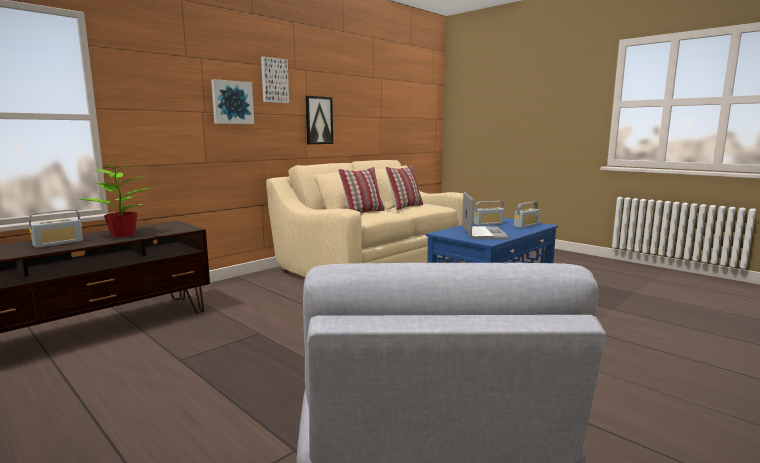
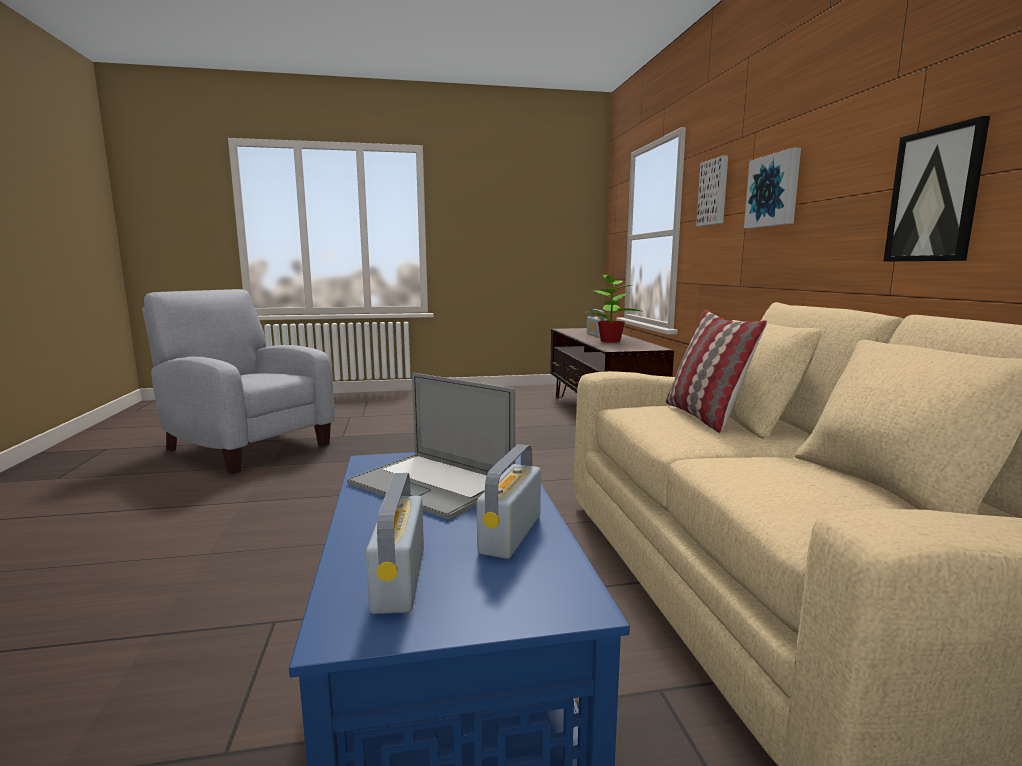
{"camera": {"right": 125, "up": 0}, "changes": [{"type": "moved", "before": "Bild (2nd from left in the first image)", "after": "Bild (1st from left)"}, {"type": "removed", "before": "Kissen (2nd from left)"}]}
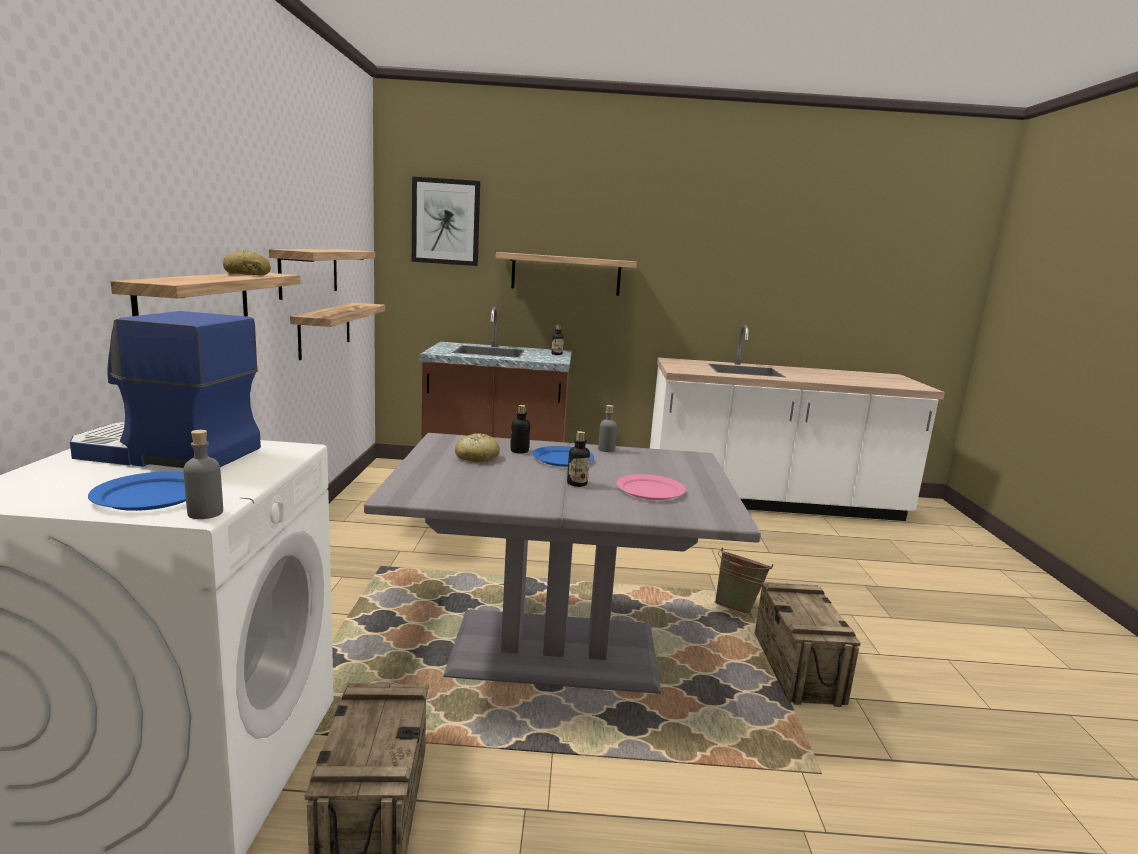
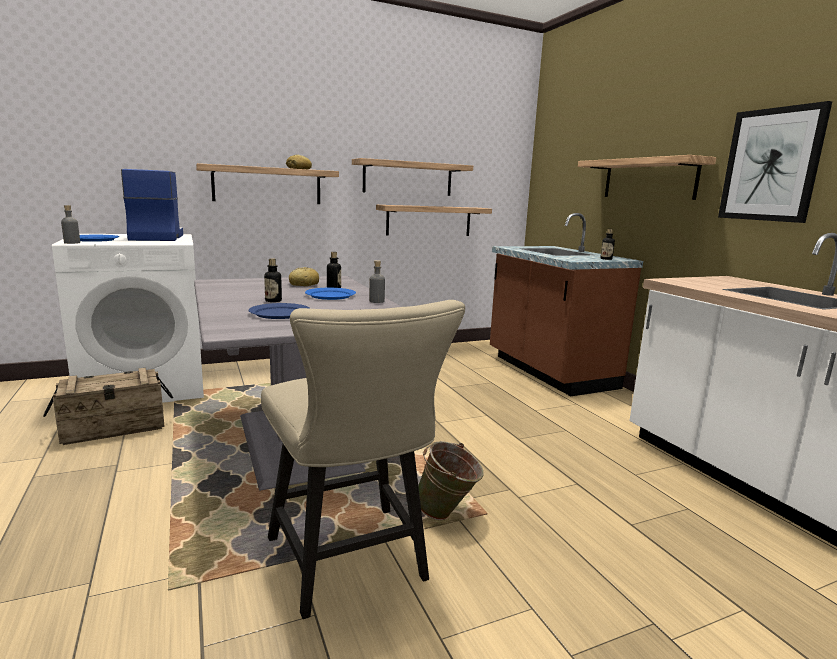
{"camera": {"right": 65, "up": 0}, "changes": [{"type": "recoloured", "before": "Teller (rosa)", "after": "Teller (blau) (2nd from left)"}, {"type": "replaced", "before": "Kiste (2nd from left)", "after": "Stuhl (beige)"}, {"type": "moved", "before": "Bild"}]}
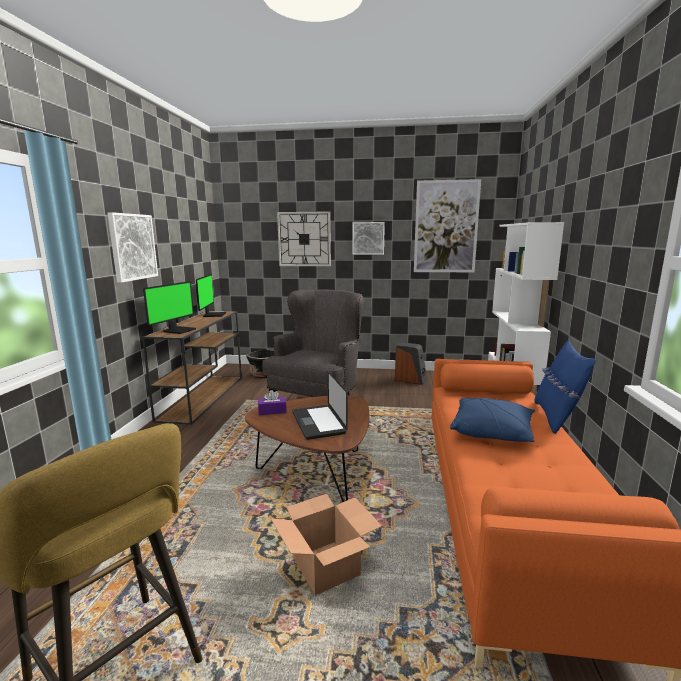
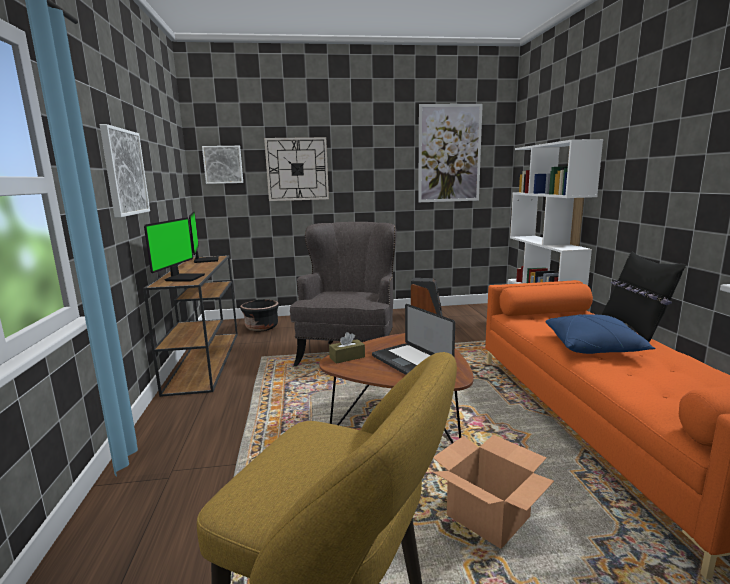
{"camera": {"right": -15, "up": 0}, "changes": [{"type": "moved", "before": "Bild (2nd from left)"}, {"type": "recoloured", "before": "Taschentuchbox (lila)", "after": "Taschentuchbox (braun)"}, {"type": "recoloured", "before": "Kissen (blau) (2nd from left)", "after": "Kissen (schwarz)"}]}
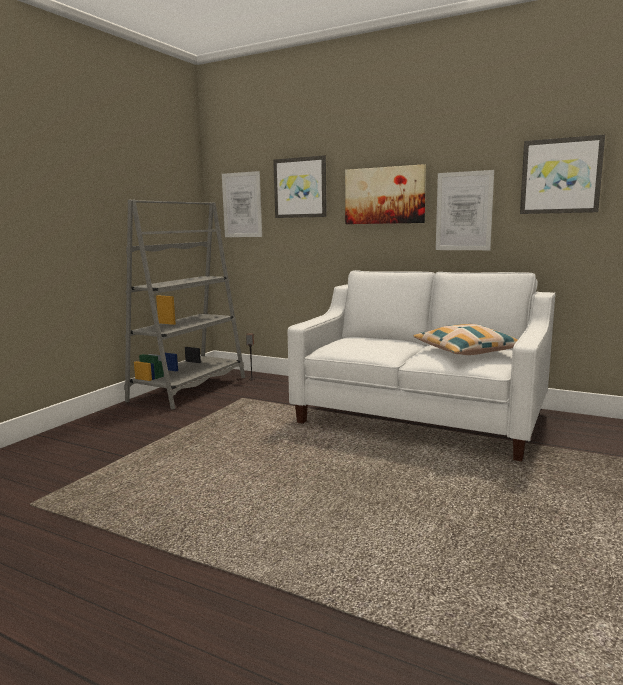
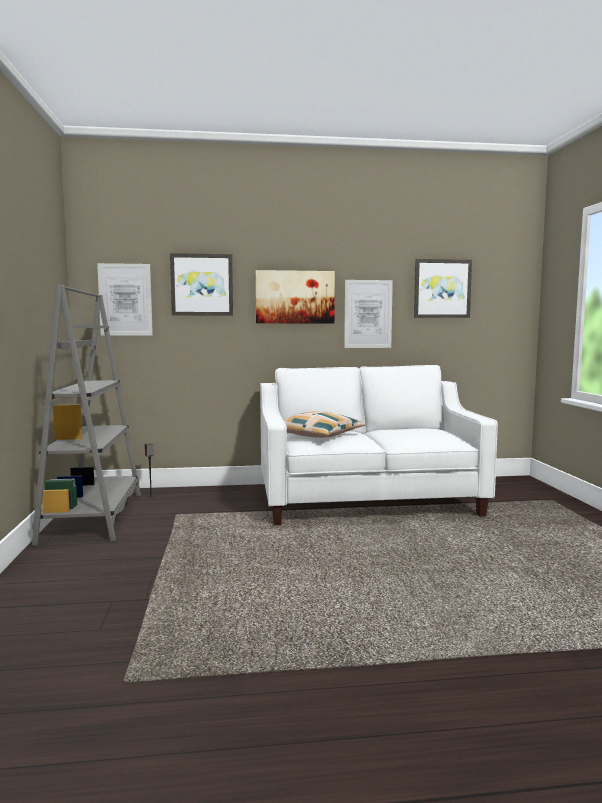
{"camera": {"right": -35, "up": -5}, "changes": [{"type": "moved", "before": "Kissen"}]}
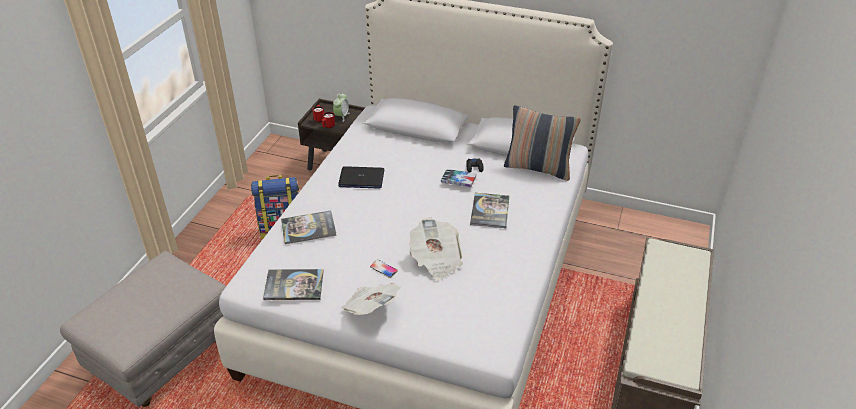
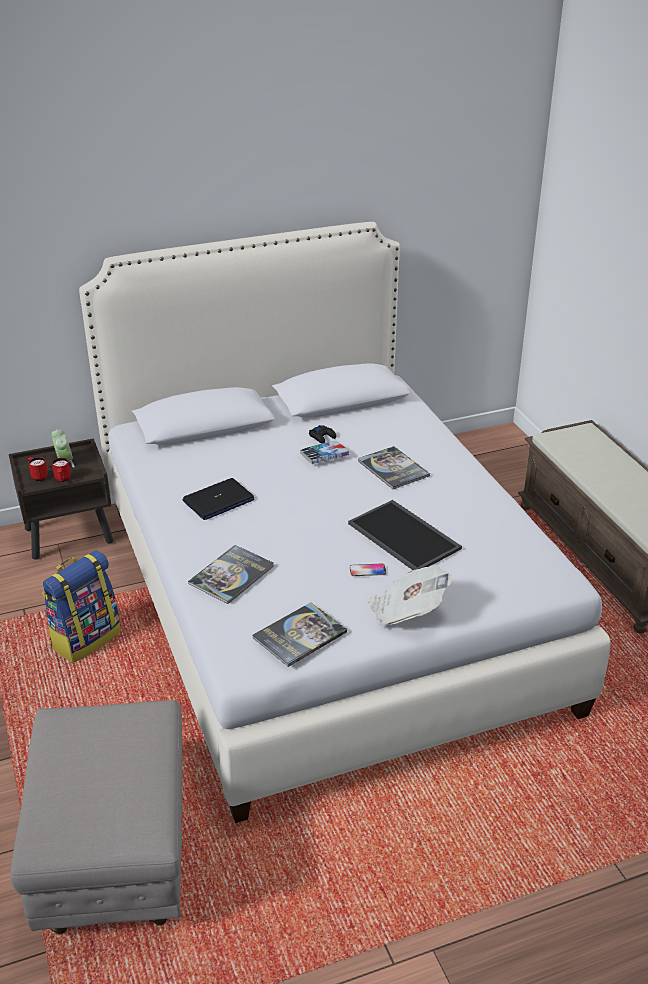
{"camera": {"right": -40, "up": -5}, "changes": [{"type": "replaced", "before": "Zeitung (2nd from left)", "after": "Tablett"}, {"type": "removed", "before": "Kissen"}]}
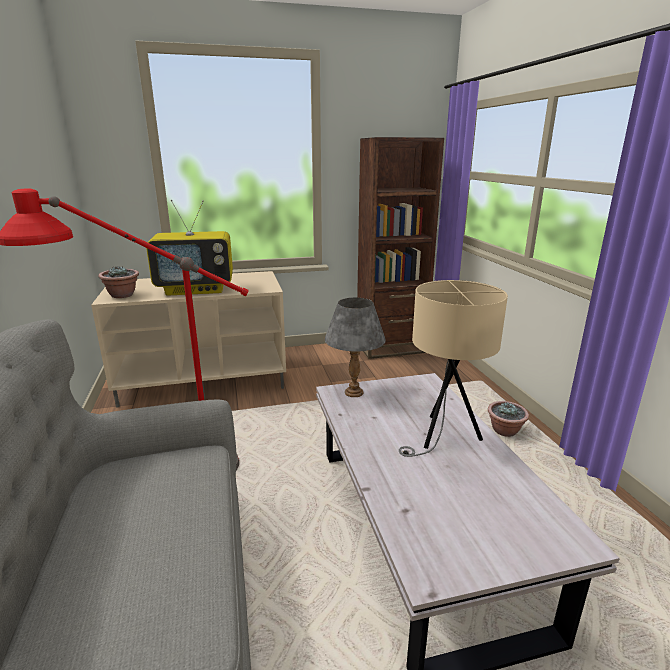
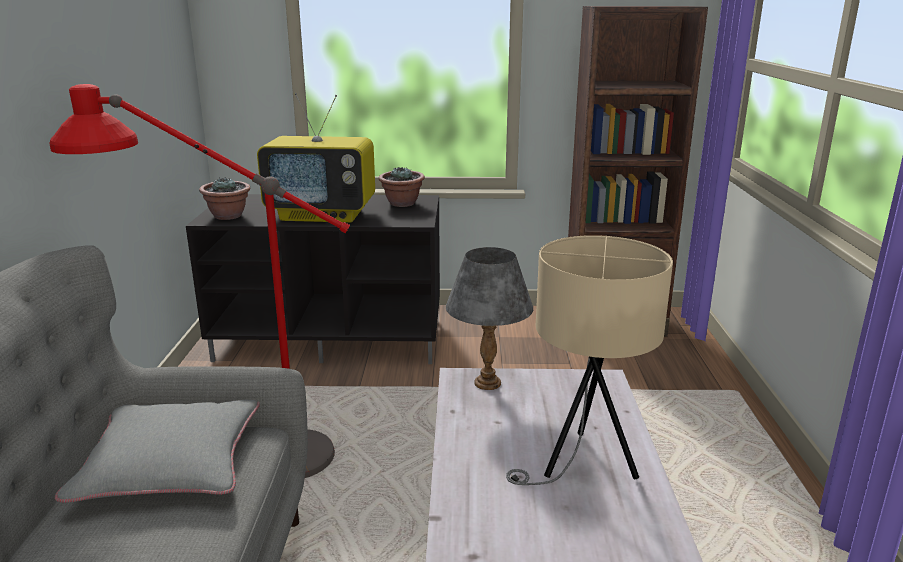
{"camera": {"right": 15, "up": 0}, "changes": [{"type": "added", "after": "Kissen (grau)"}, {"type": "recoloured", "before": "Fernsehschrank (beige)", "after": "Fernsehschrank (schwarz)"}, {"type": "moved", "before": "Topfpflanze (2nd from left)"}]}
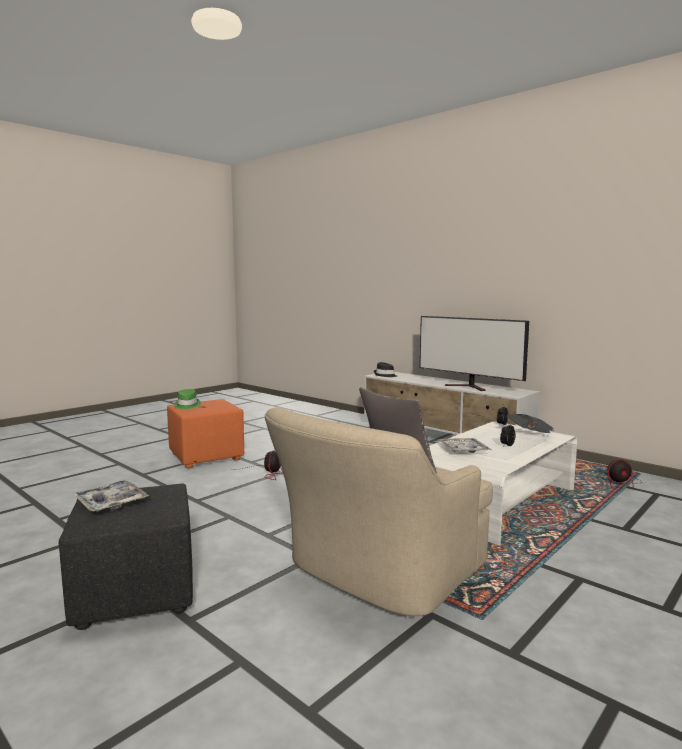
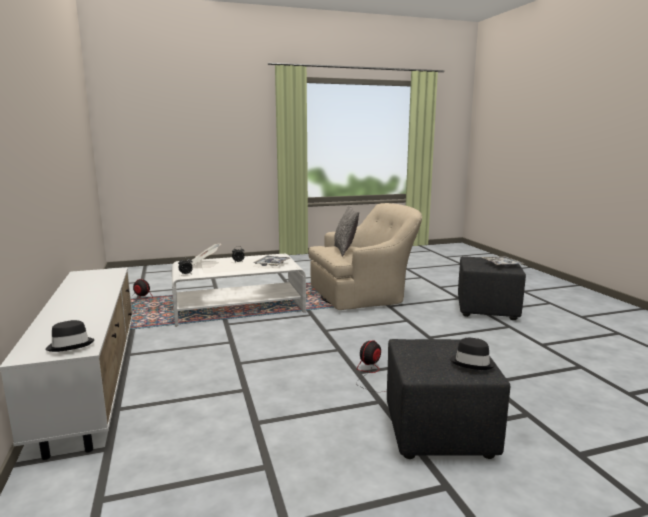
{"camera": {"right": -150, "up": 5}, "changes": [{"type": "recoloured", "before": "Polsterhocker (orange)", "after": "Polsterhocker (schwarz) (1st from left)"}, {"type": "recoloured", "before": "Hut (grün)", "after": "Hut (schwarz) (2nd from left)"}, {"type": "removed", "before": "Fernseher"}]}
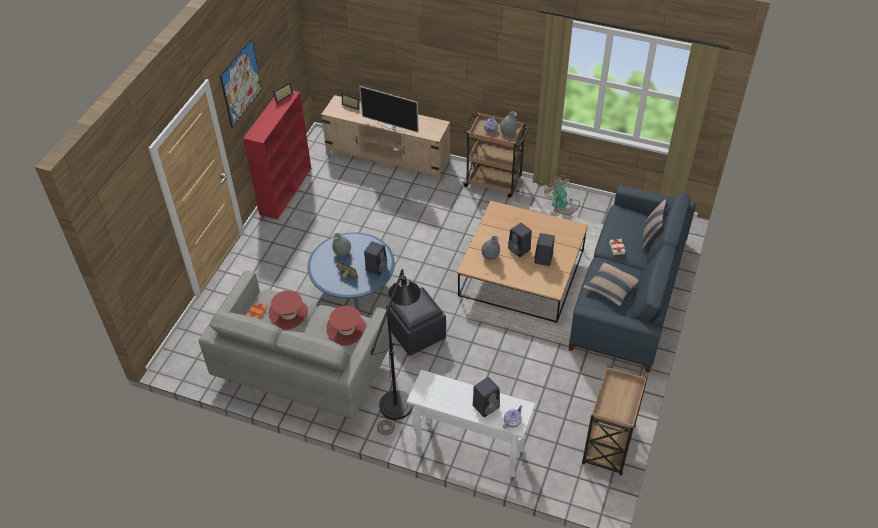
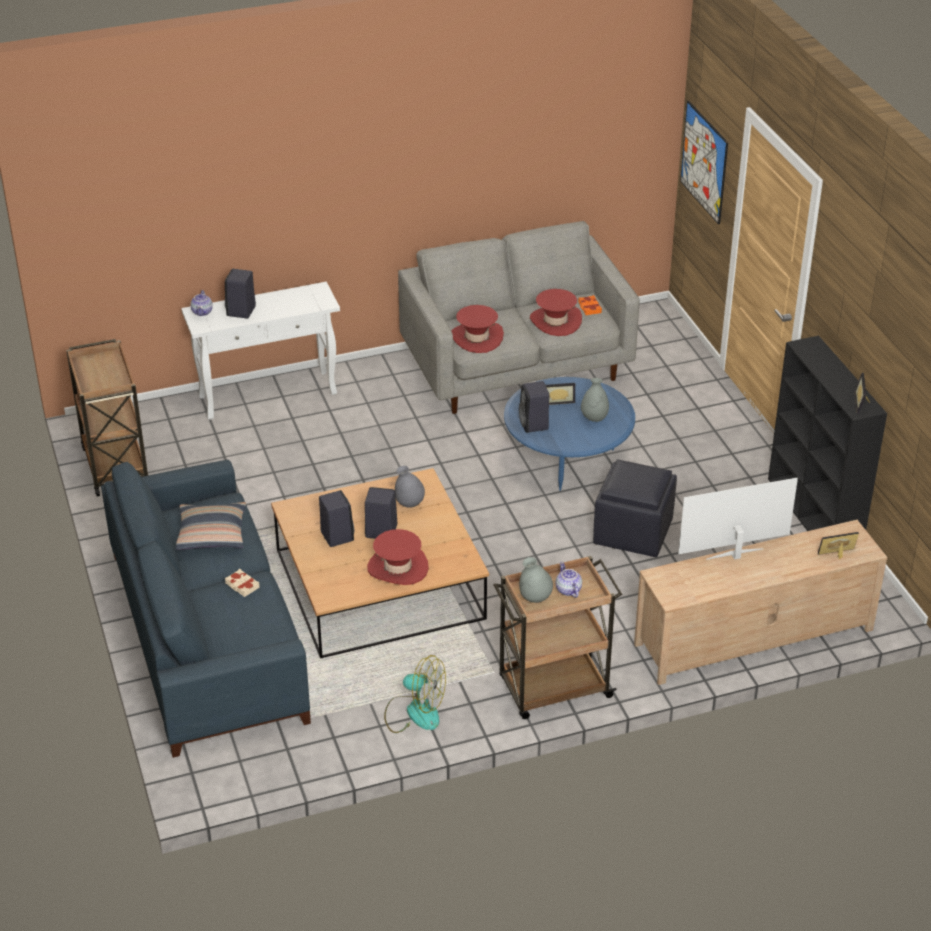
{"camera": {"right": 140, "up": -10}, "changes": [{"type": "added", "after": "Hut (rot) (1st from left)"}, {"type": "moved", "before": "Polsterhocker (schwarz)"}, {"type": "moved", "before": "Bild"}, {"type": "recoloured", "before": "Bücherregal (rot)", "after": "Bücherregal (schwarz)"}, {"type": "removed", "before": "Stehlampe (schwarz)"}, {"type": "removed", "before": "Kissen (2nd from left)"}]}
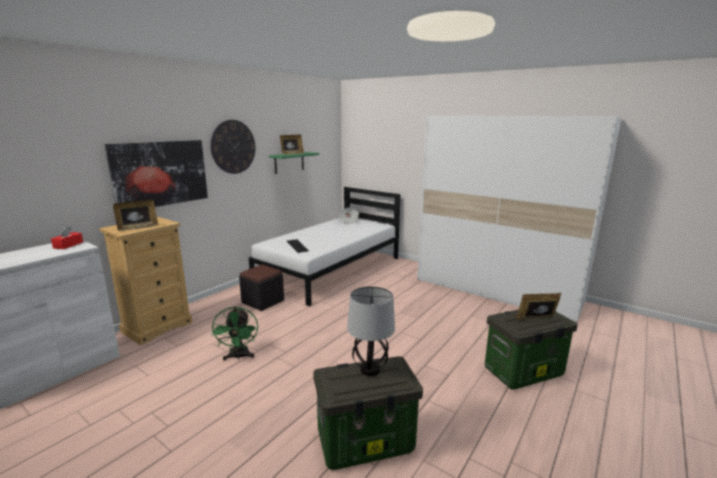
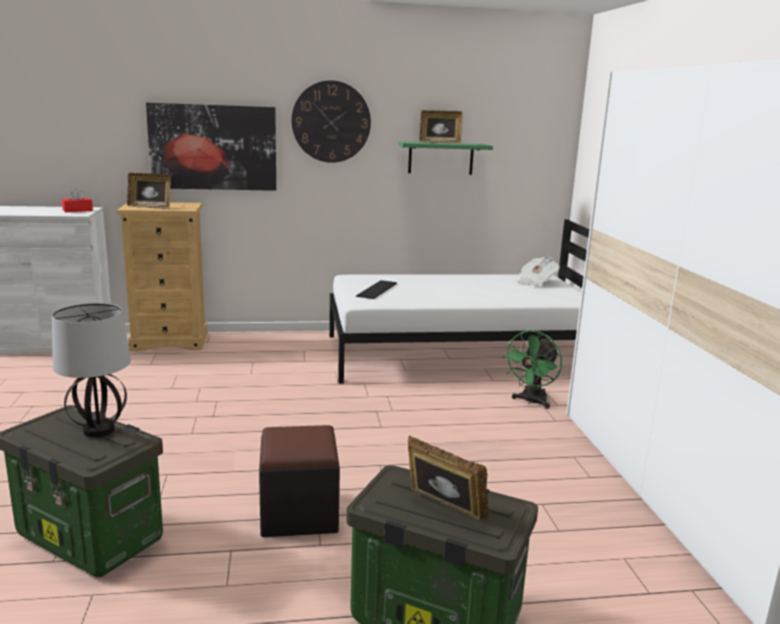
{"camera": {"right": 45, "up": 0}, "changes": [{"type": "moved", "before": "Polsterhocker (schwarz)"}, {"type": "moved", "before": "Ventilator (grün)"}]}
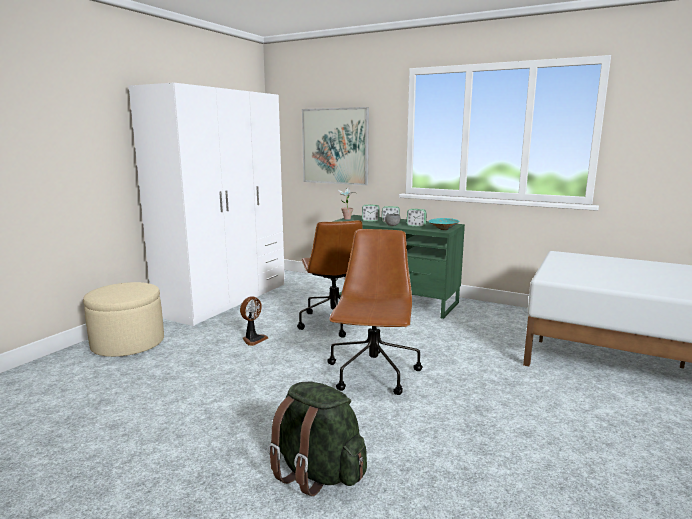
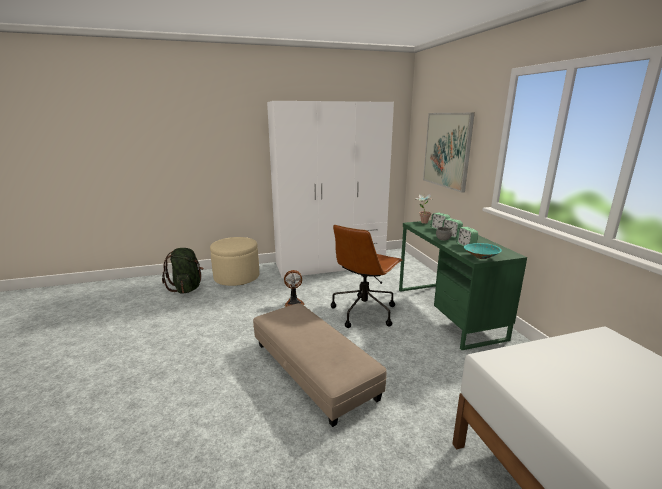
{"camera": {"right": 45, "up": 5}, "changes": [{"type": "moved", "before": "Rucksack (grün)"}, {"type": "replaced", "before": "Bürostuhl (braun) (2nd from left)", "after": "Polsterhocker (beige) (2nd from left)"}]}
